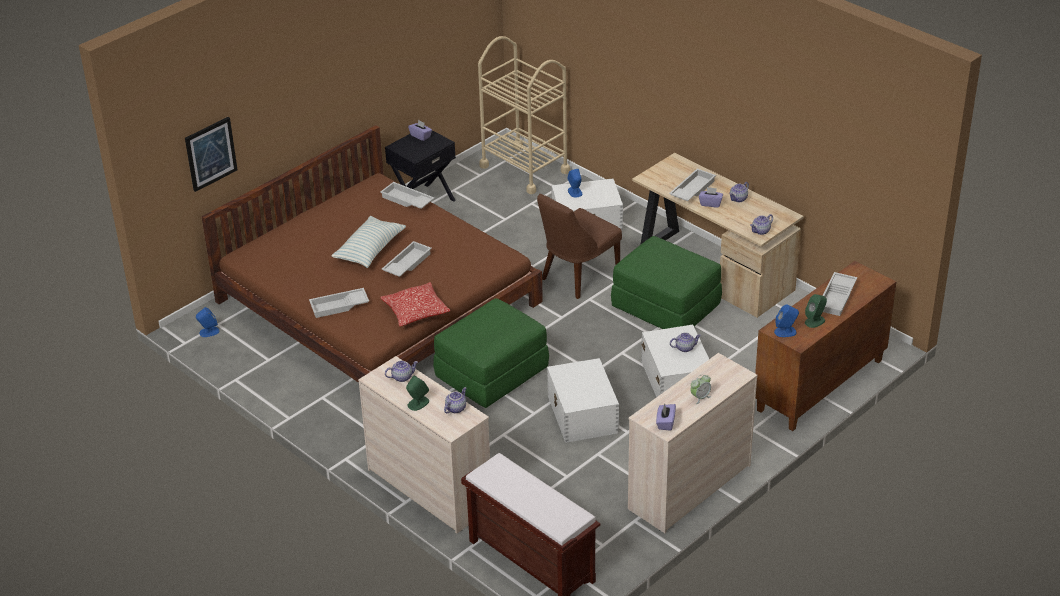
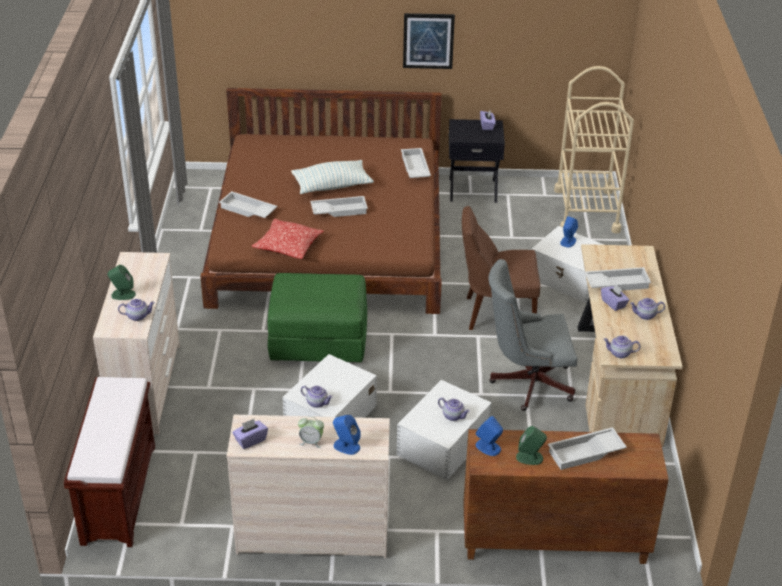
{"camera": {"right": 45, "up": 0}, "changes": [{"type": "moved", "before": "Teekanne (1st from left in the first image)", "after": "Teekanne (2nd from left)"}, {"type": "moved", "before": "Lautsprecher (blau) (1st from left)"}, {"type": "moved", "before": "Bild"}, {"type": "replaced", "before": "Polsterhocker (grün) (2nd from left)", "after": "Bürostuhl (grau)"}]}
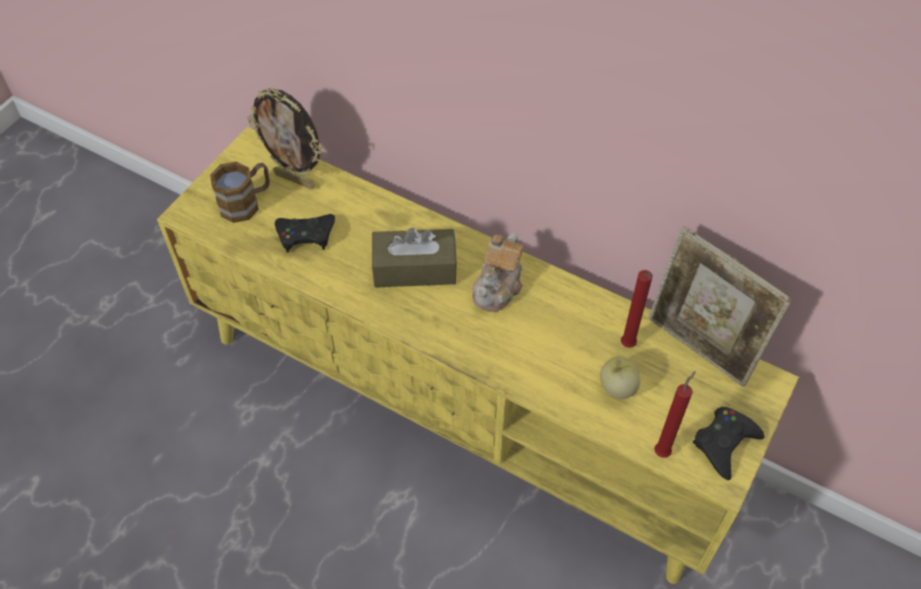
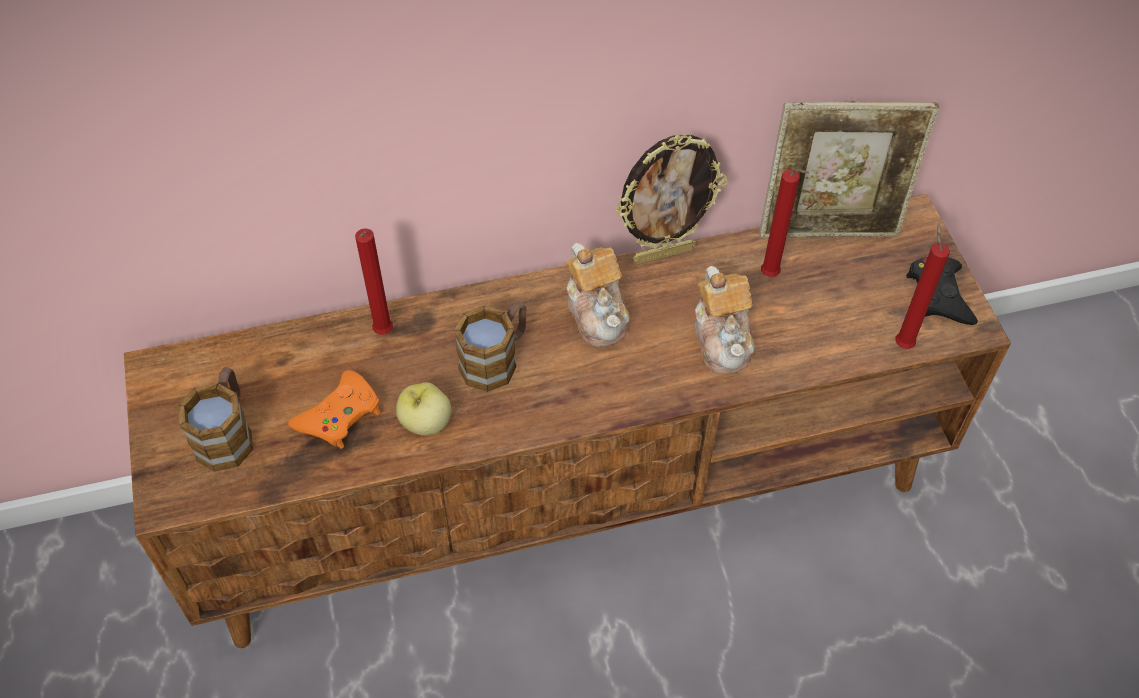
{"camera": {"right": -45, "up": 0}, "changes": [{"type": "recoloured", "before": "Fernsehschrank (gelb)", "after": "Fernsehschrank (braun)"}, {"type": "recoloured", "before": "Gamepad (schwarz) (1st from left)", "after": "Gamepad (orange)"}, {"type": "added", "after": "Kerze (rot) (1st from left)"}, {"type": "moved", "before": "Apfel"}, {"type": "replaced", "before": "Taschentuchbox (braun)", "after": "Henkelbecher (2nd from left)"}, {"type": "moved", "before": "Bilderrahmen (1st from left)"}, {"type": "added", "after": "Teekanne (2nd from left)"}]}
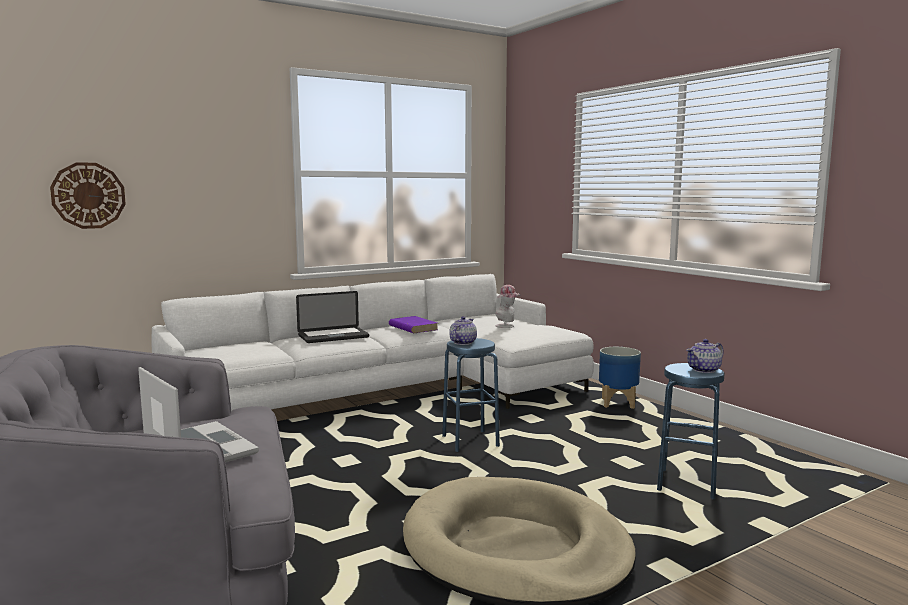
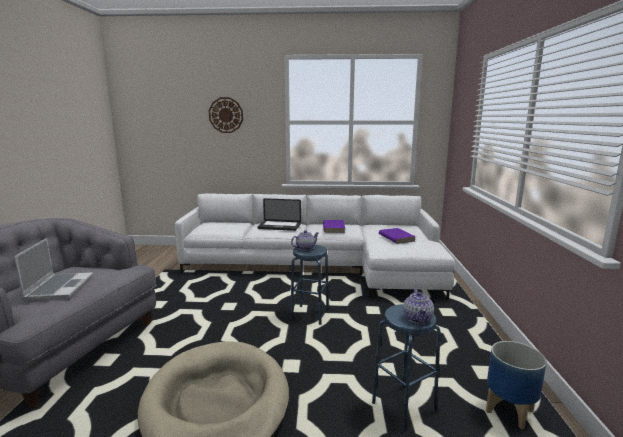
{"camera": {"right": 35, "up": 5}, "changes": [{"type": "moved", "before": "Wanduhr"}, {"type": "replaced", "before": "Hut", "after": "Buch (lila) (2nd from left)"}, {"type": "turned", "before": "Teekanne (2nd from left)", "turn": -90}, {"type": "moved", "before": "Pflanzkübel"}]}
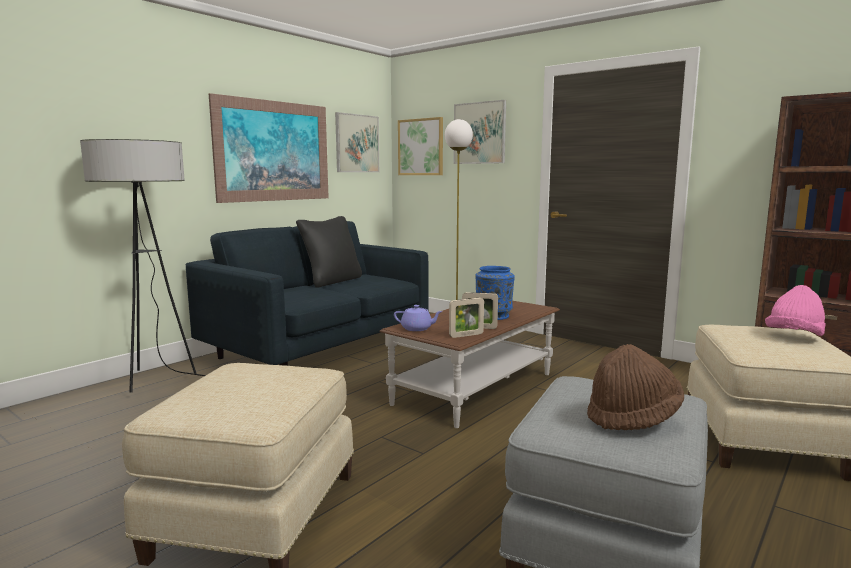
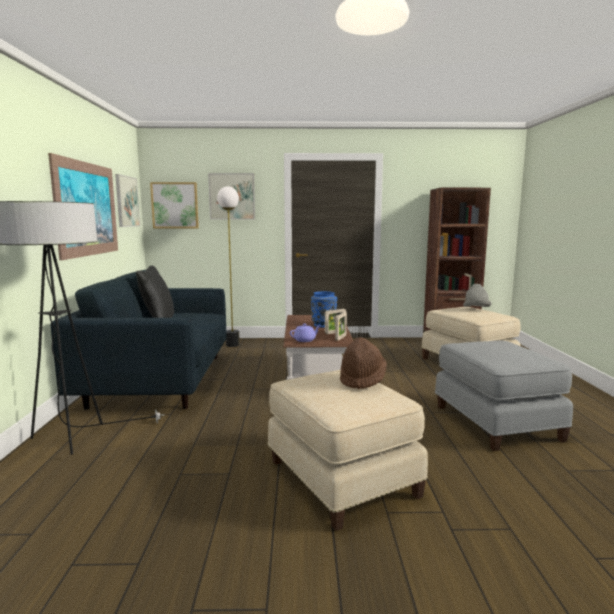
{"camera": {"right": -40, "up": 0}, "changes": [{"type": "moved", "before": "Hut (braun)"}, {"type": "recoloured", "before": "Hut (rosa)", "after": "Hut (grau)"}]}
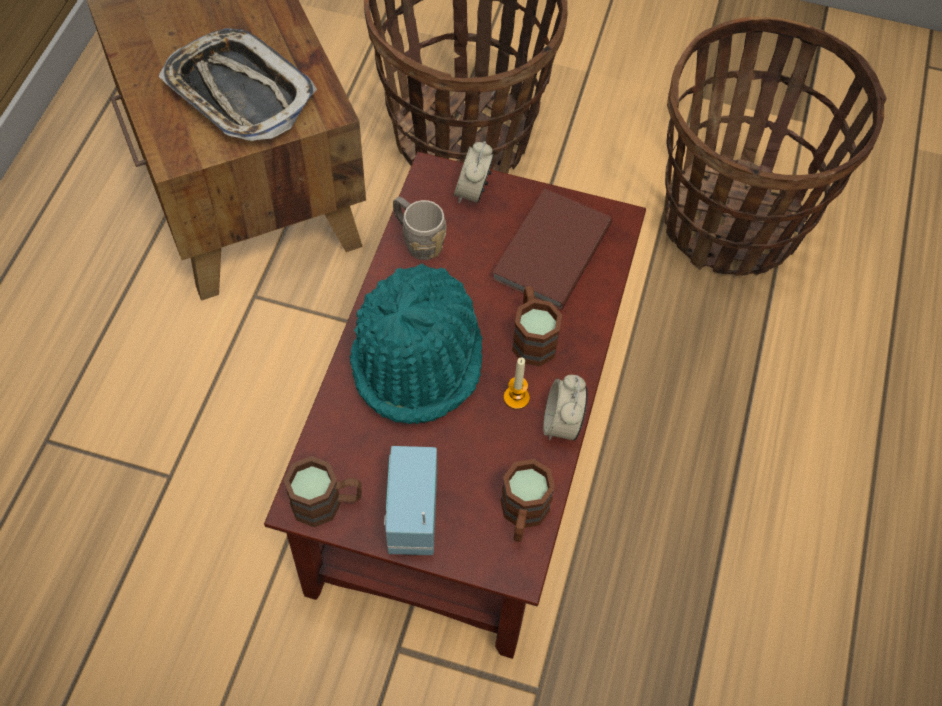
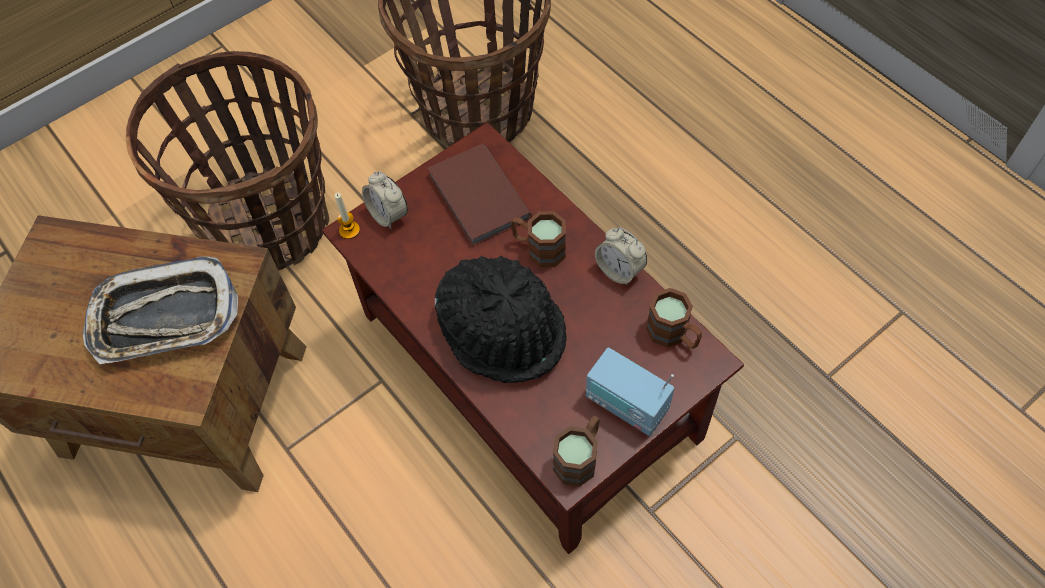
{"camera": {"right": -50, "up": 0}, "changes": [{"type": "moved", "before": "Kerze"}, {"type": "recoloured", "before": "Hut (türkis)", "after": "Hut (schwarz)"}, {"type": "removed", "before": "Henkelbecher (grau)"}]}
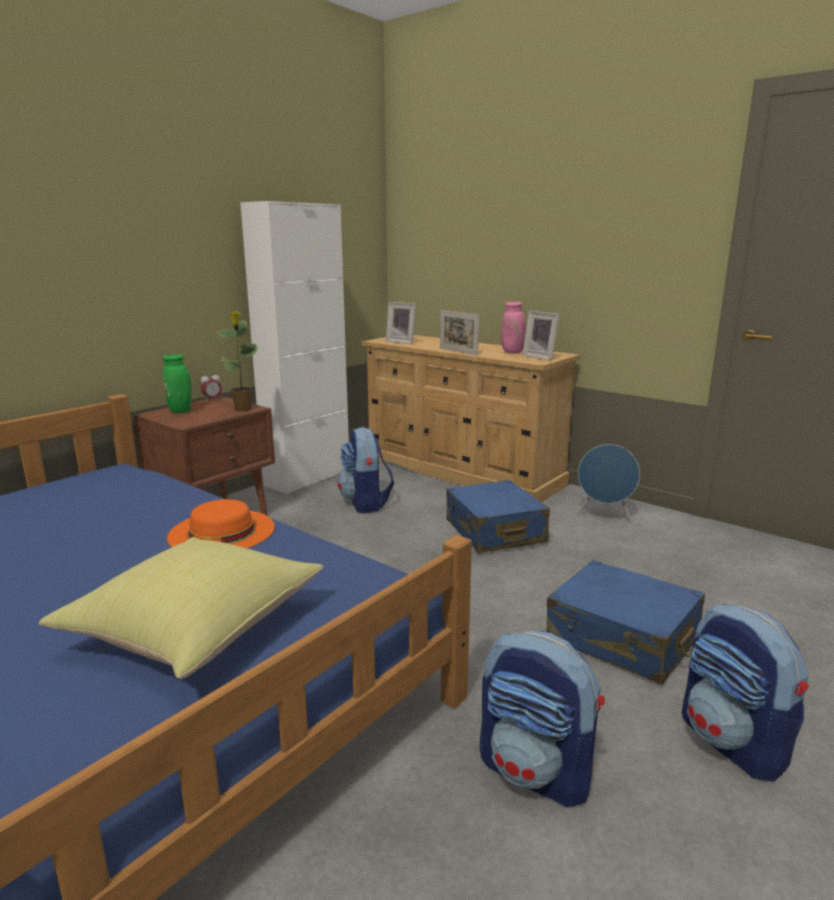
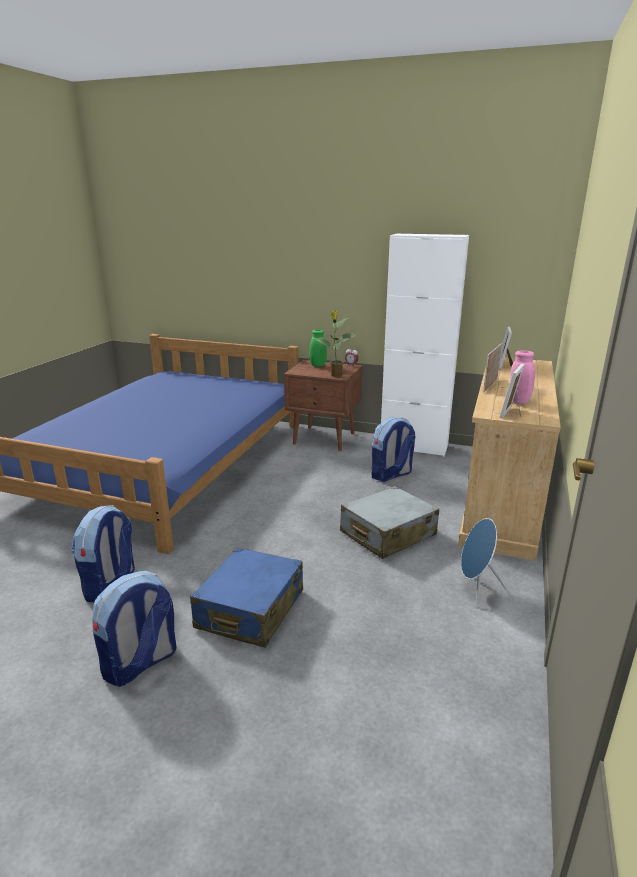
{"camera": {"right": 70, "up": 5}, "changes": [{"type": "recoloured", "before": "Koffer (blau) (1st from left)", "after": "Koffer (grau)"}, {"type": "removed", "before": "Kissen (gelb)"}, {"type": "removed", "before": "Hut (orange)"}]}
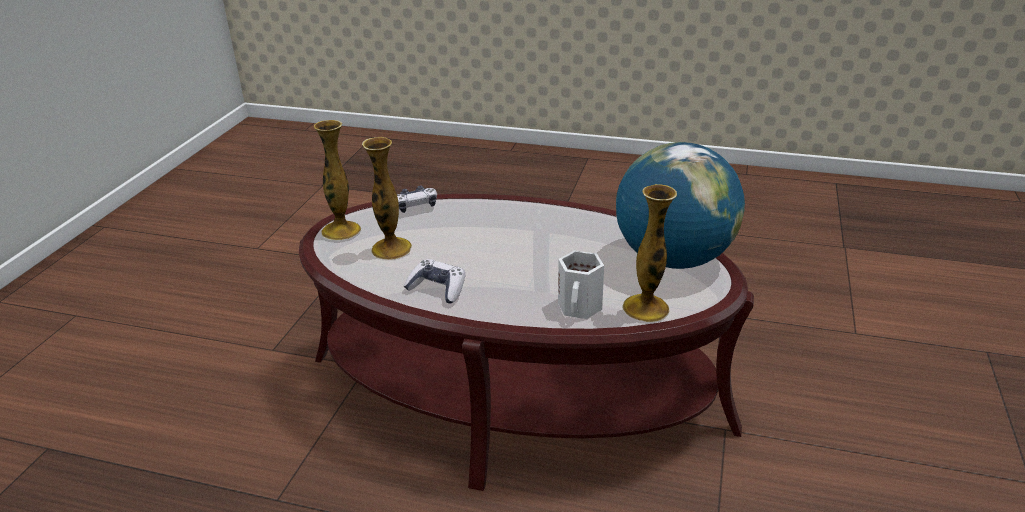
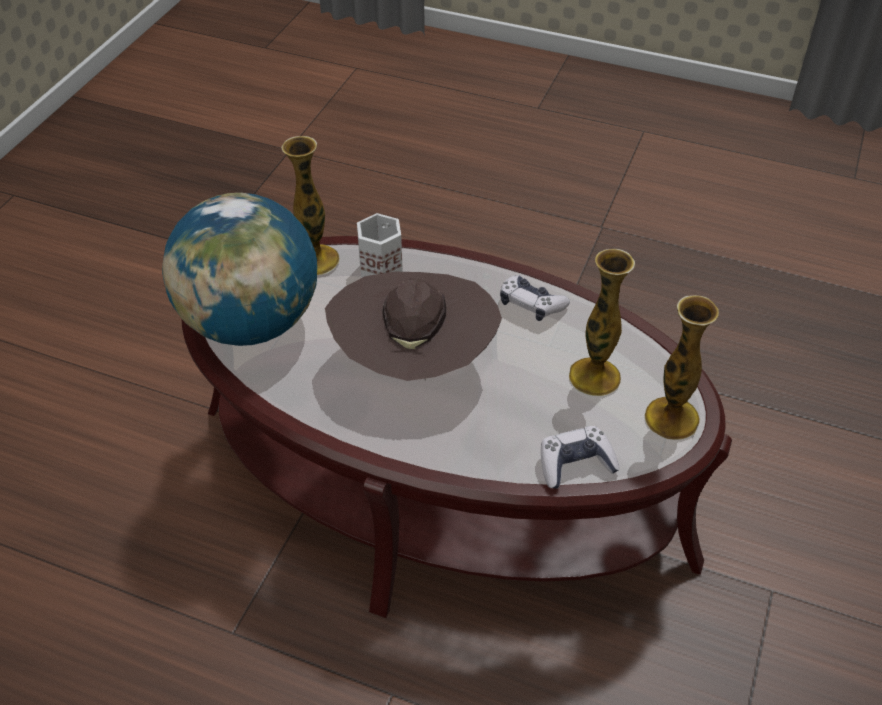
{"camera": {"right": -175, "up": 15}, "changes": [{"type": "added", "after": "Hut (braun)"}]}
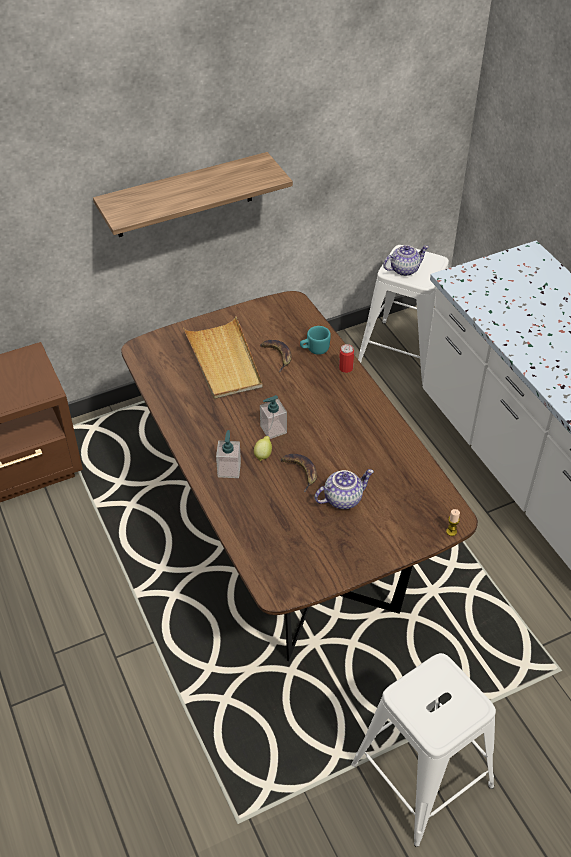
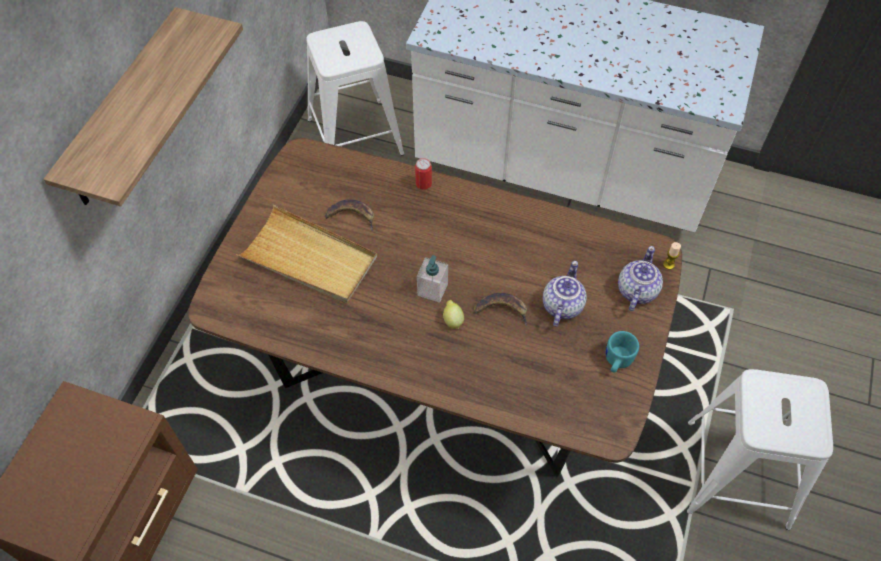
{"camera": {"right": -45, "up": 10}, "changes": [{"type": "moved", "before": "Henkelbecher (türkis)"}, {"type": "moved", "before": "Teekanne (2nd from left)"}, {"type": "removed", "before": "Seifenspender (1st from left)"}]}
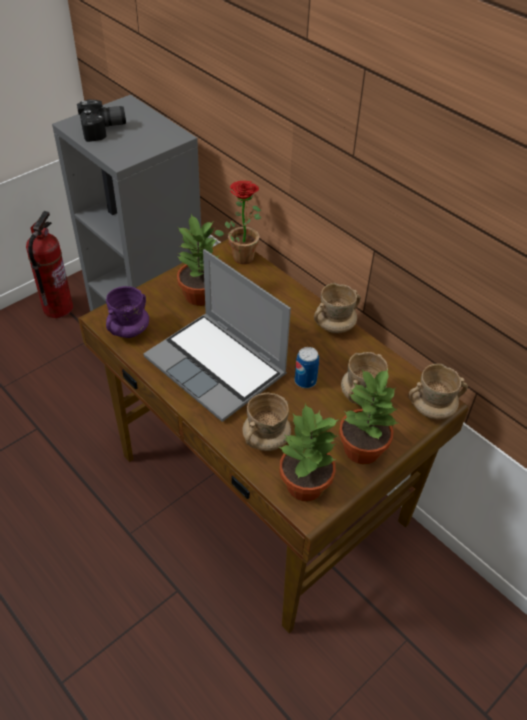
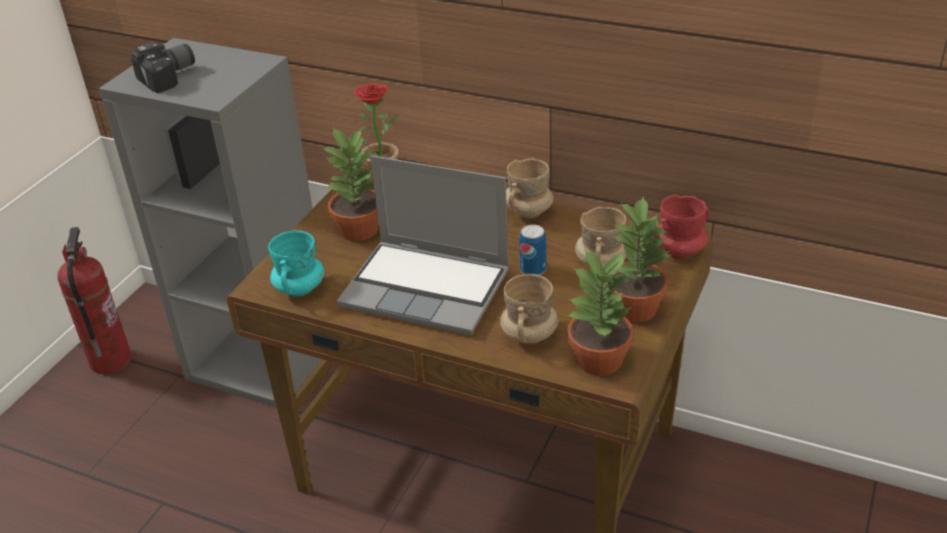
{"camera": {"right": -20, "up": -10}, "changes": [{"type": "recoloured", "before": "Henkelbecher (lila)", "after": "Henkelbecher (türkis)"}, {"type": "recoloured", "before": "Henkelbecher (beige) (4th from left)", "after": "Henkelbecher (rot)"}]}
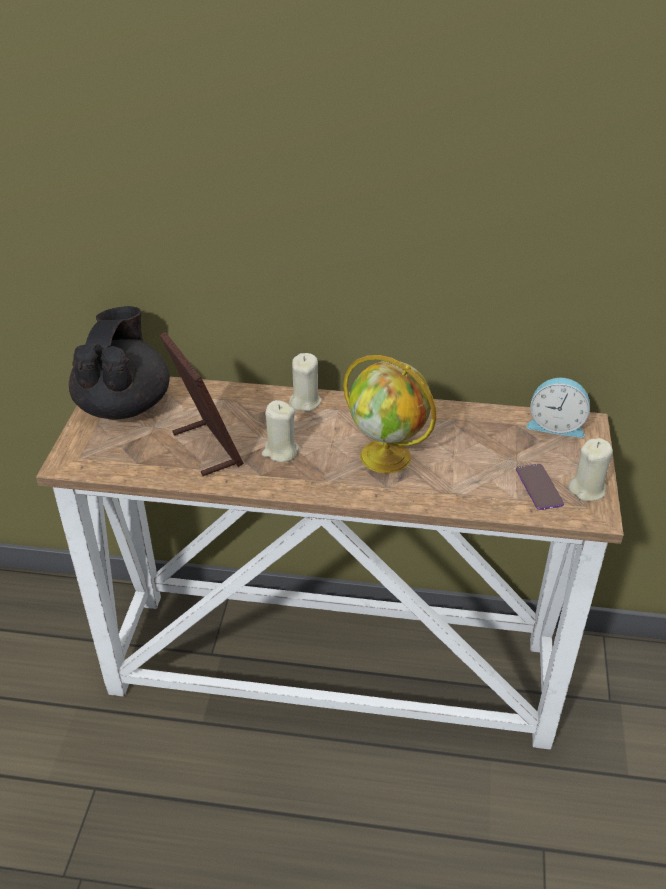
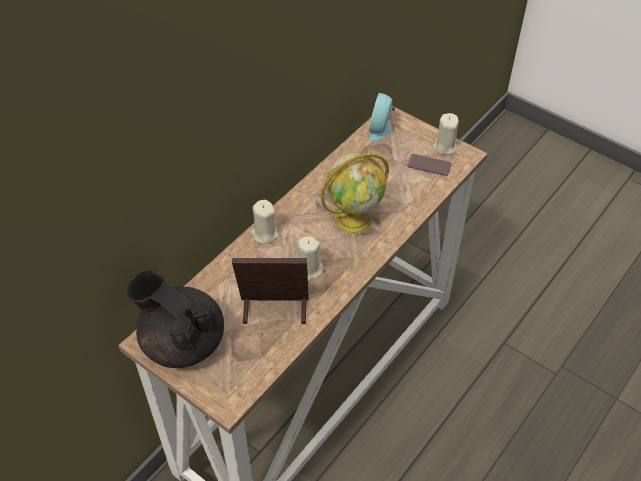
{"camera": {"right": -60, "up": 10}, "changes": [{"type": "turned", "before": "Wecker", "turn": 150}]}
